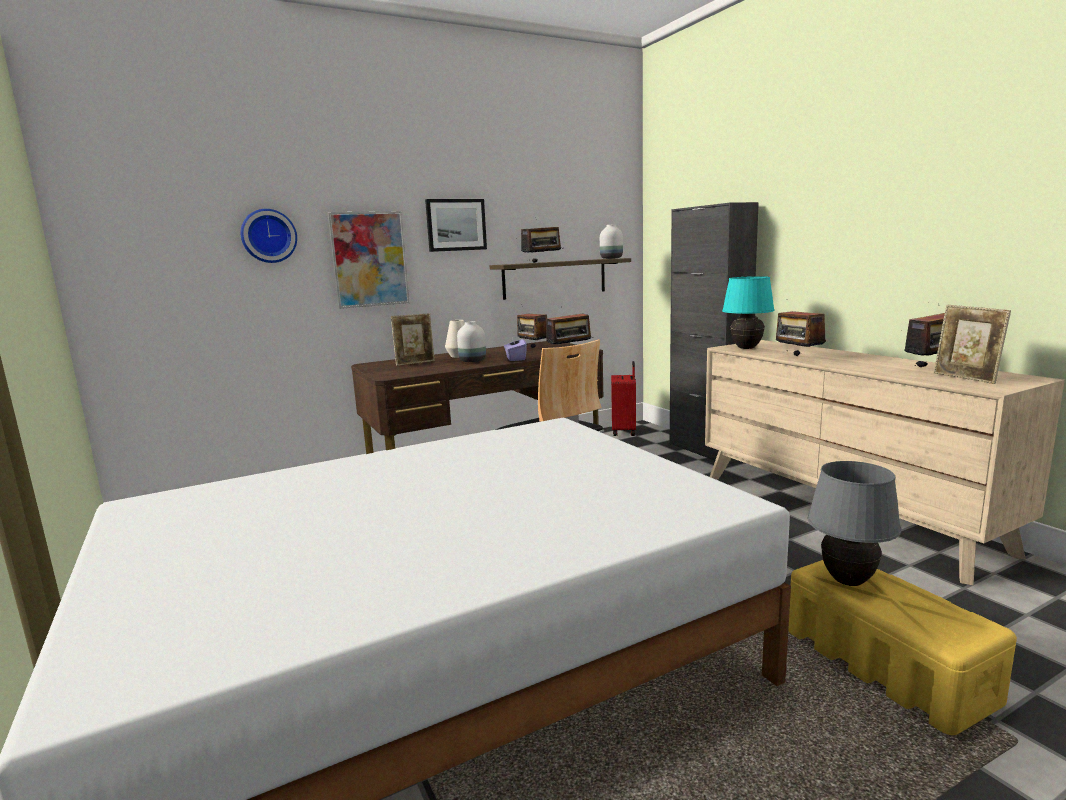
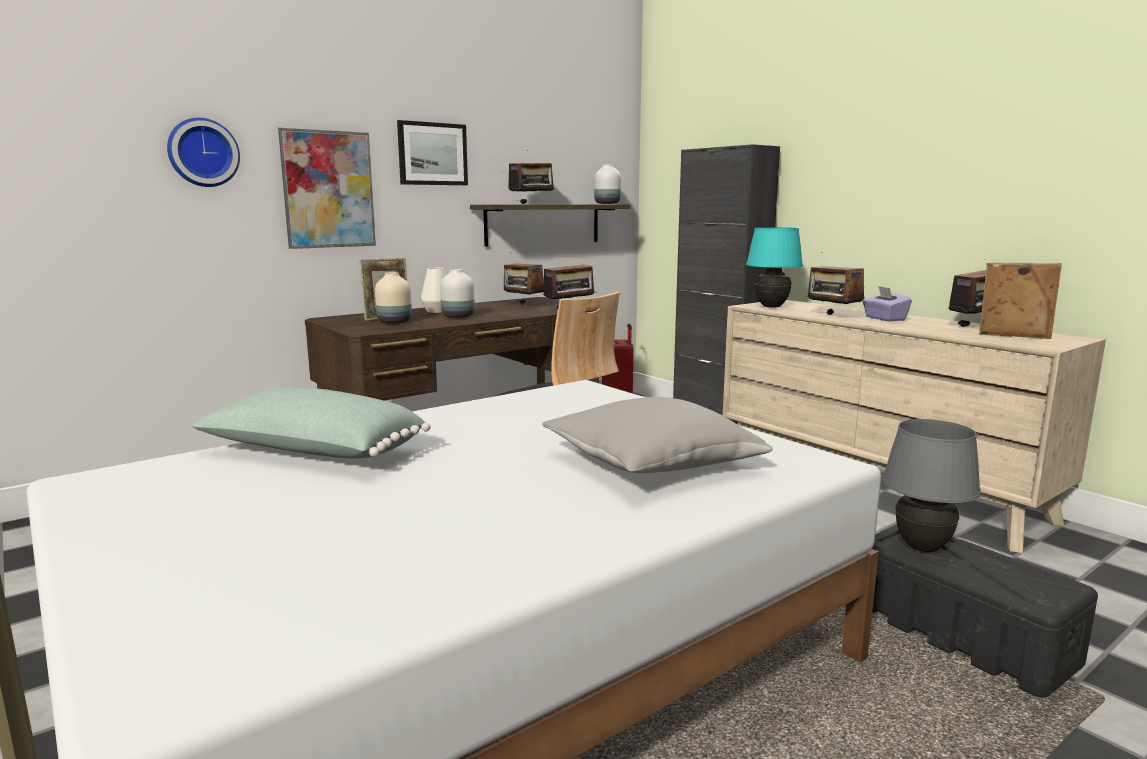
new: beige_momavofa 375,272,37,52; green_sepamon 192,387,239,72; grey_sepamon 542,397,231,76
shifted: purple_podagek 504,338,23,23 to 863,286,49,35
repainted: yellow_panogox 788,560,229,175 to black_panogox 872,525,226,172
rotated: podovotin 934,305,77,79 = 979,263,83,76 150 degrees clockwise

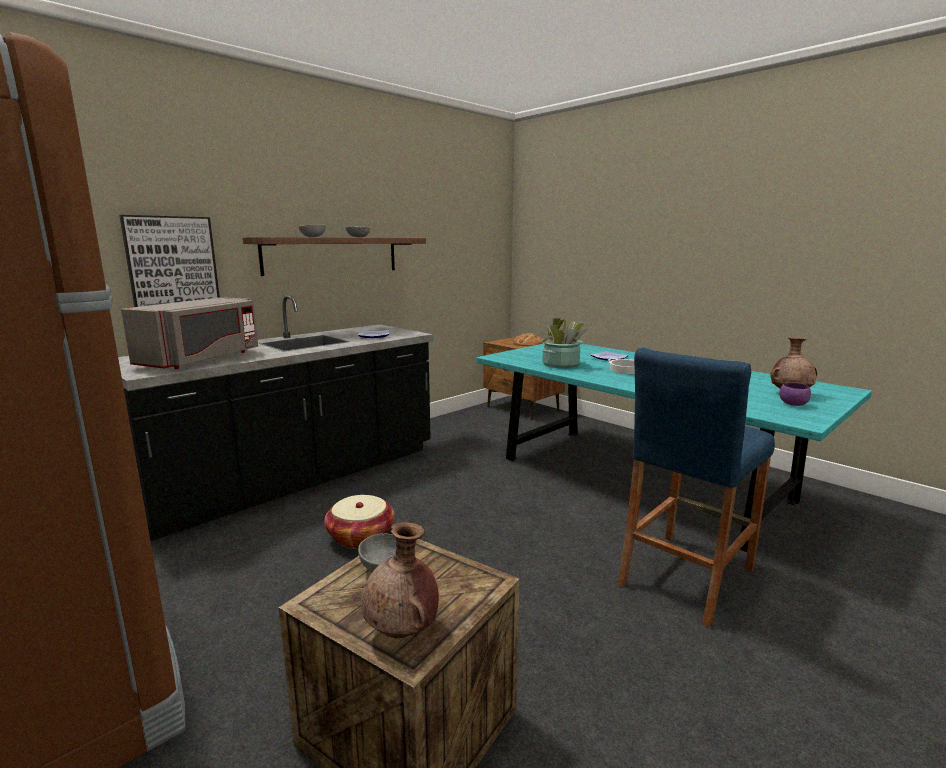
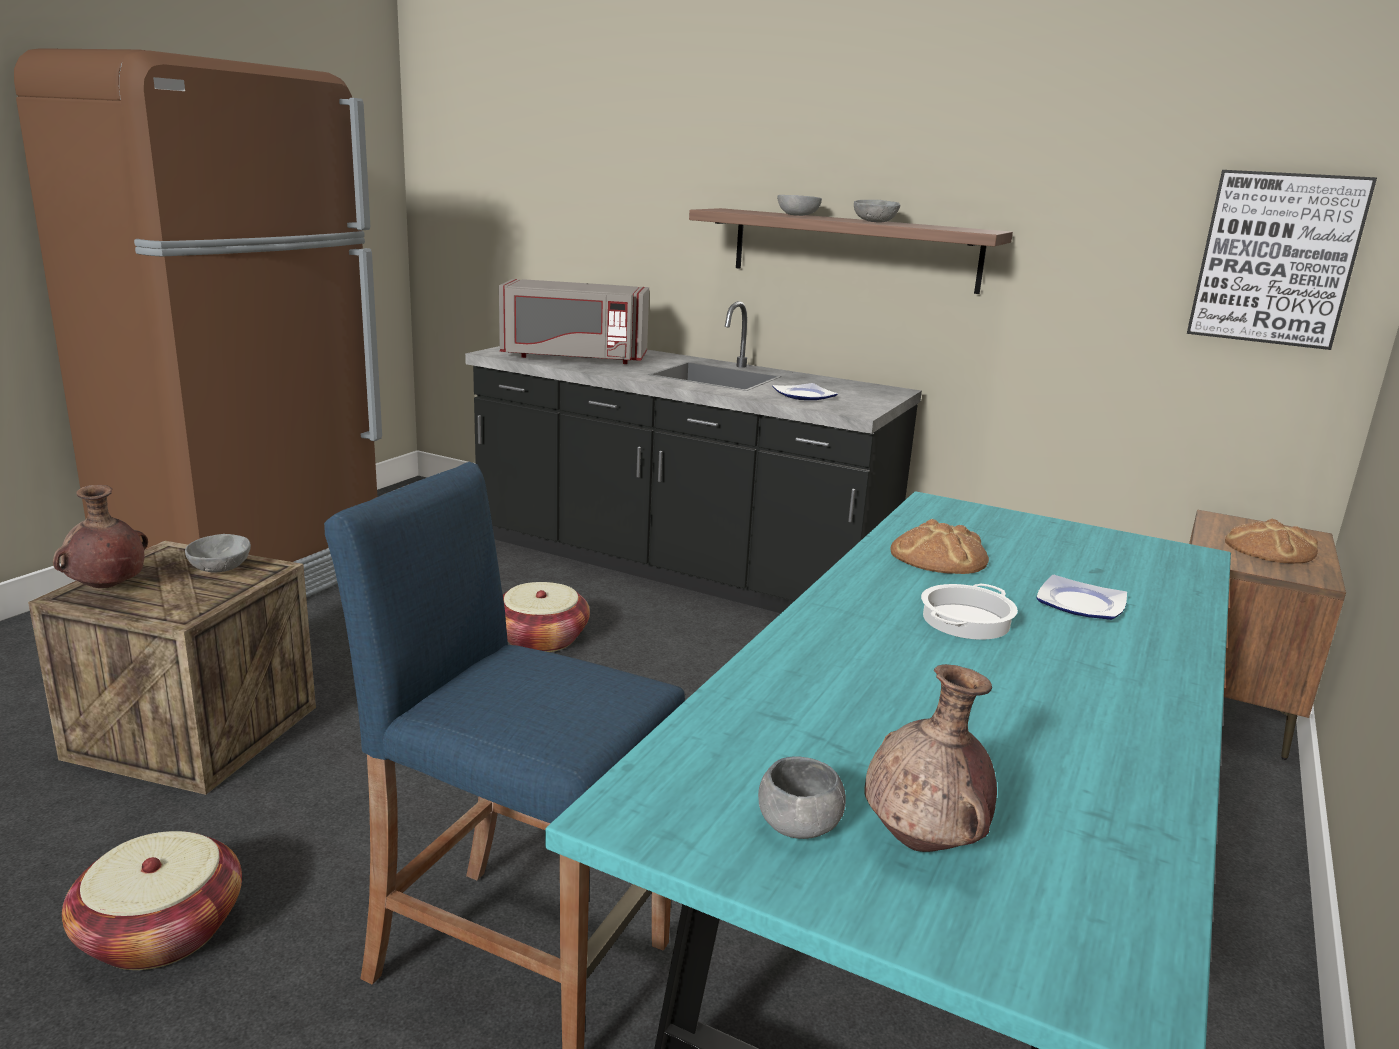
new: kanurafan 62,831,180,139
shifted: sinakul 119,215,101,92 to 1187,170,190,180
swapped: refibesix 541,318,47,50 to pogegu 891,519,98,55
repainted: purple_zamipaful 779,382,32,24 to grey_zamipaful 758,756,88,83

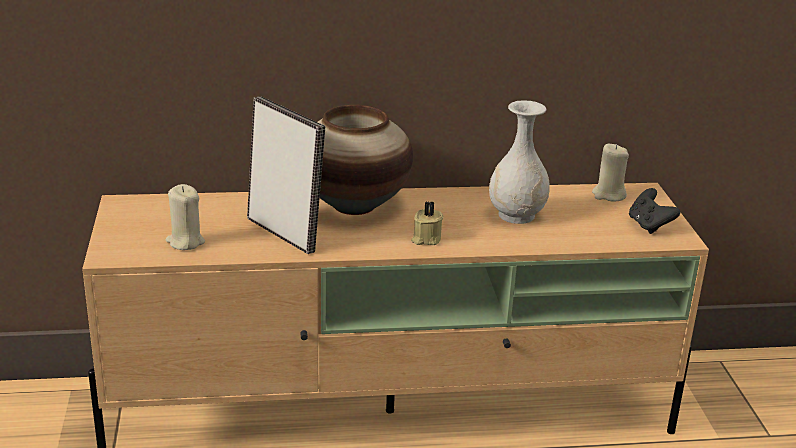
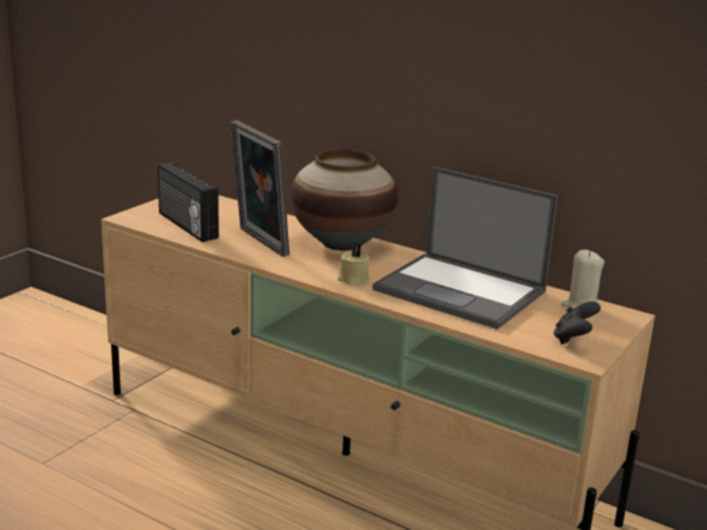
swapped: white_momavofa 489,100,61,124 to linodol 372,167,186,162; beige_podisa 166,184,39,66 to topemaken 158,162,61,80
rotated: podovotin 247,96,78,158 = 230,120,60,137 150 degrees clockwise

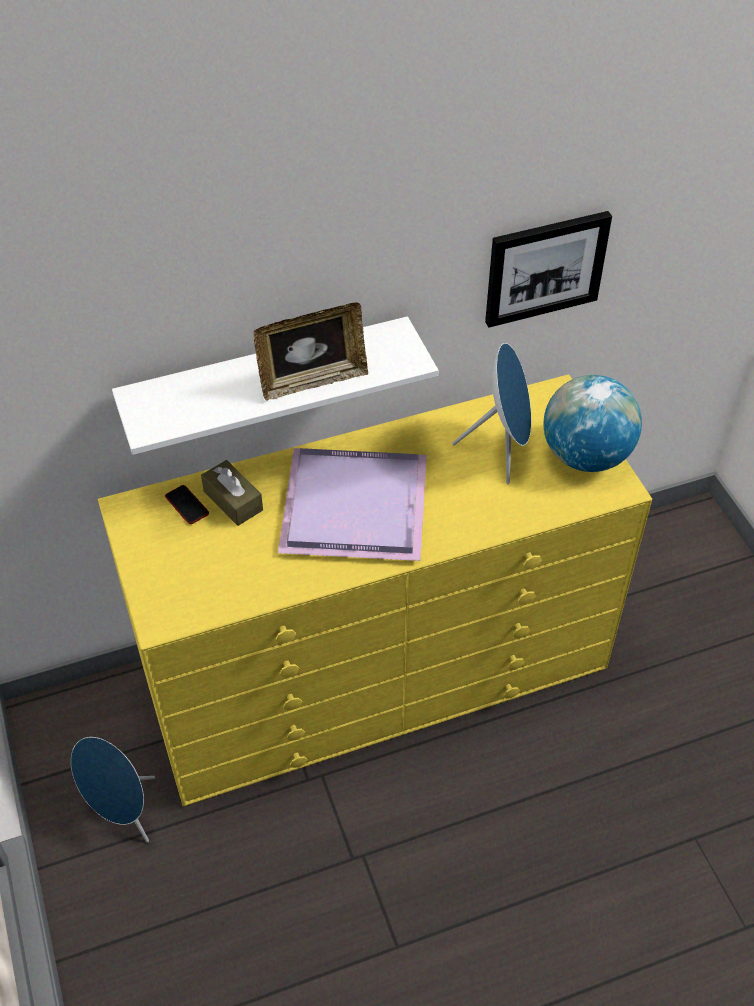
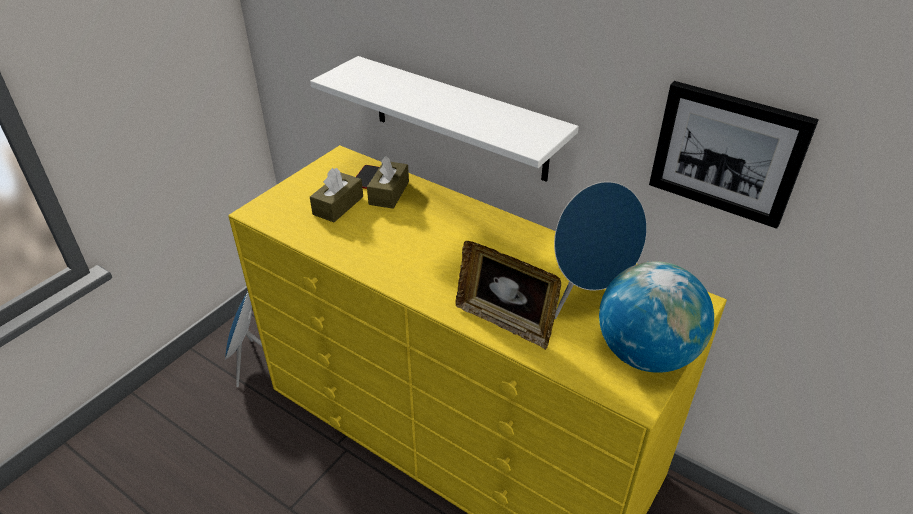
gone: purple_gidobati 278,448,149,113
new: brown_podagek 310,168,53,54
shifted: podovotin 254,303,114,97 to 456,241,105,109

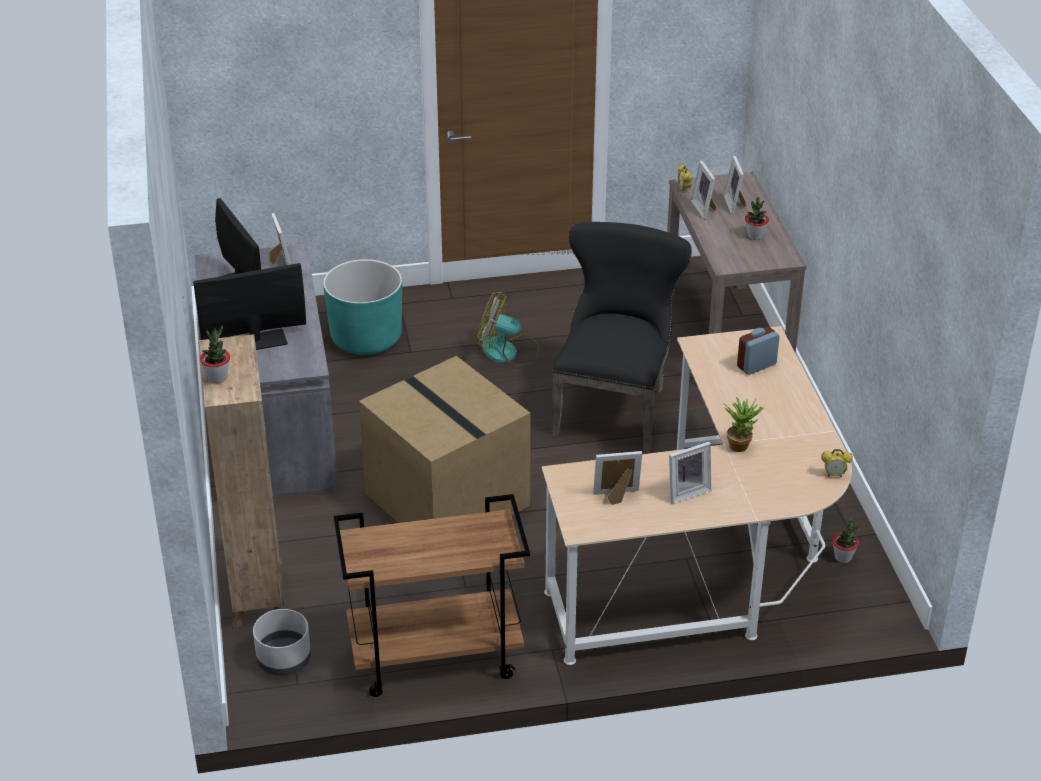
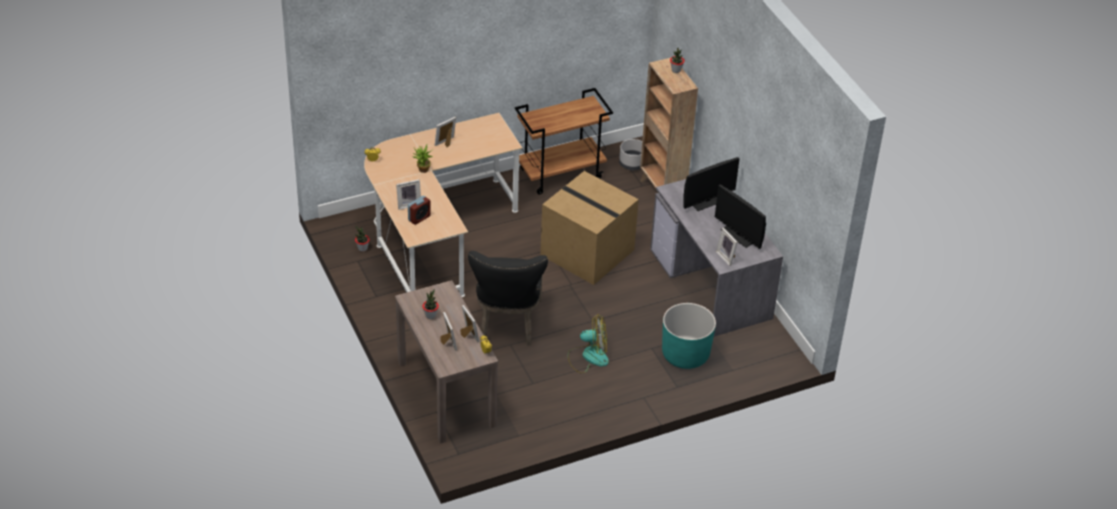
shifted: podovotin 593,451,49,54 to 396,179,25,31

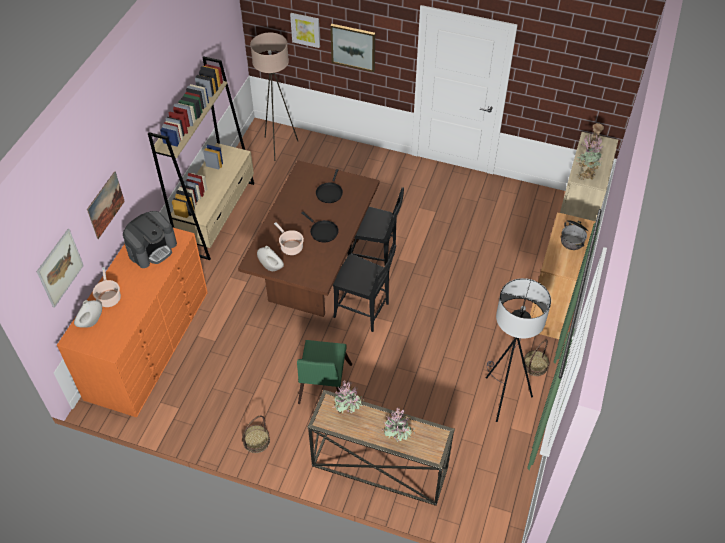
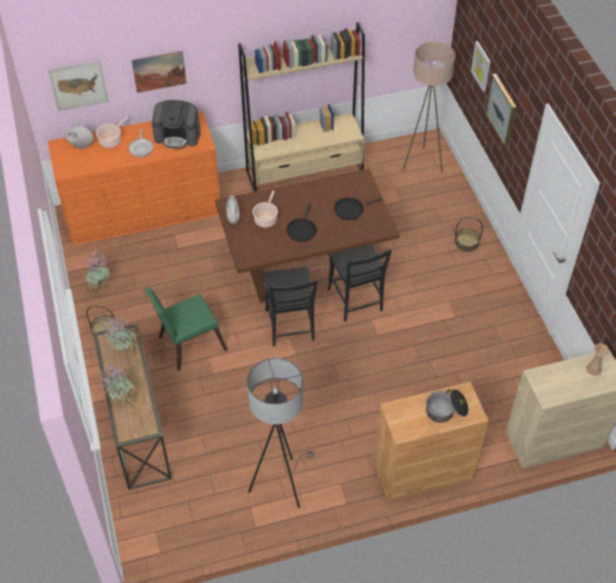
new: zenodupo 128,129,25,28
shifted: refibesix 576,134,26,46 to 81,250,29,45; kanurafan 523,340,26,36 to 455,217,28,35

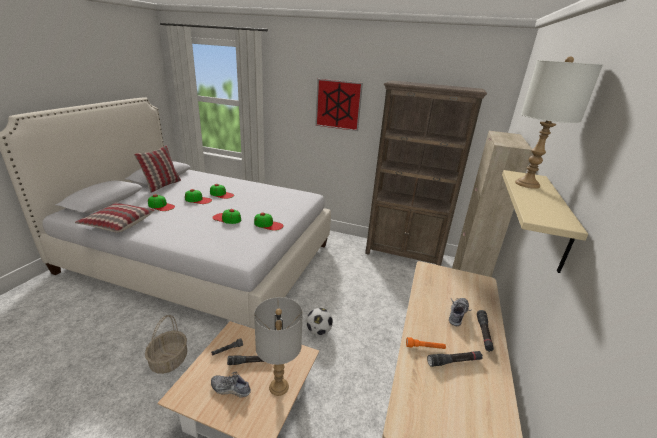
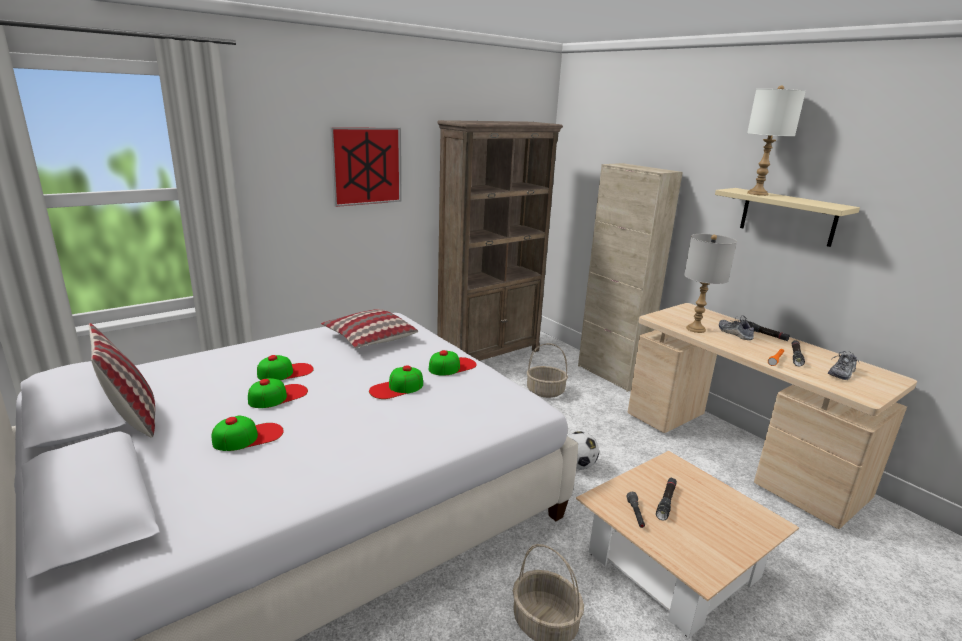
new: kanurafan 527,343,41,55
shifted: sepamon 75,203,80,30 to 321,309,97,39; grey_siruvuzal 254,297,49,99 to 684,234,53,99; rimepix 211,372,40,26 to 828,351,32,29

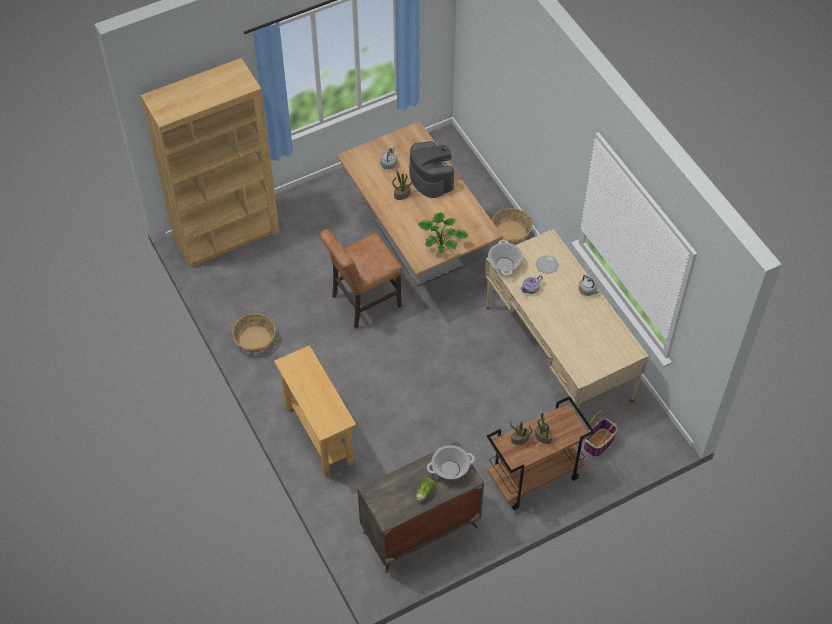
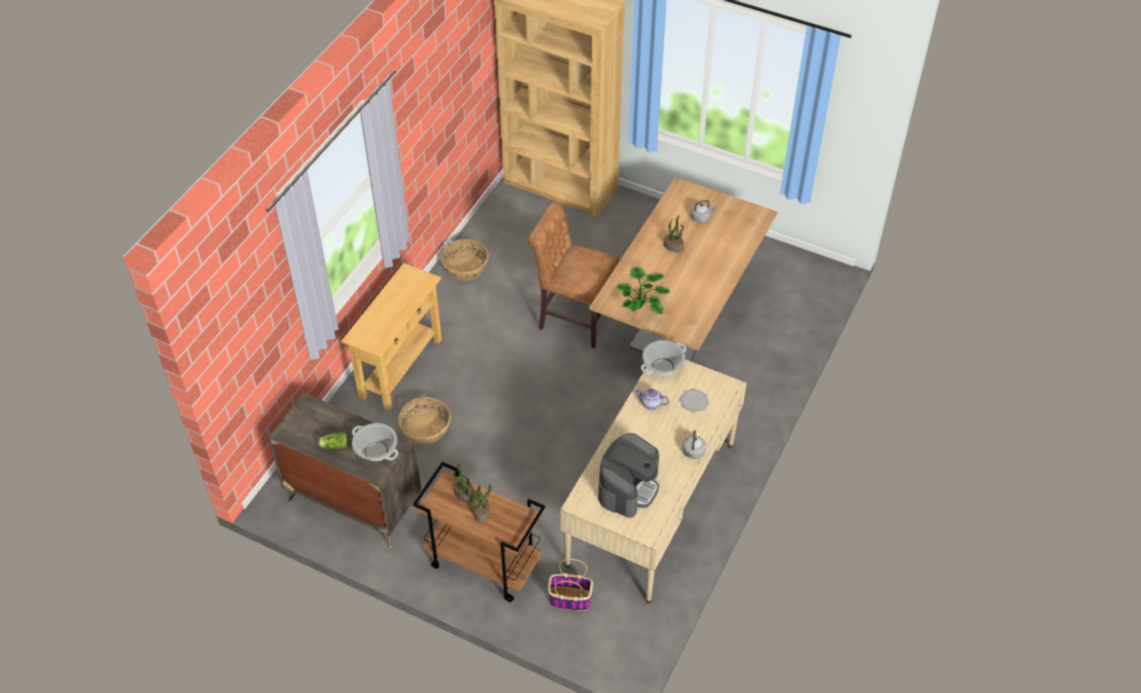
shifted: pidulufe 409,141,45,57 to 598,433,61,85; kanurafan 492,208,40,37 to 398,397,53,47

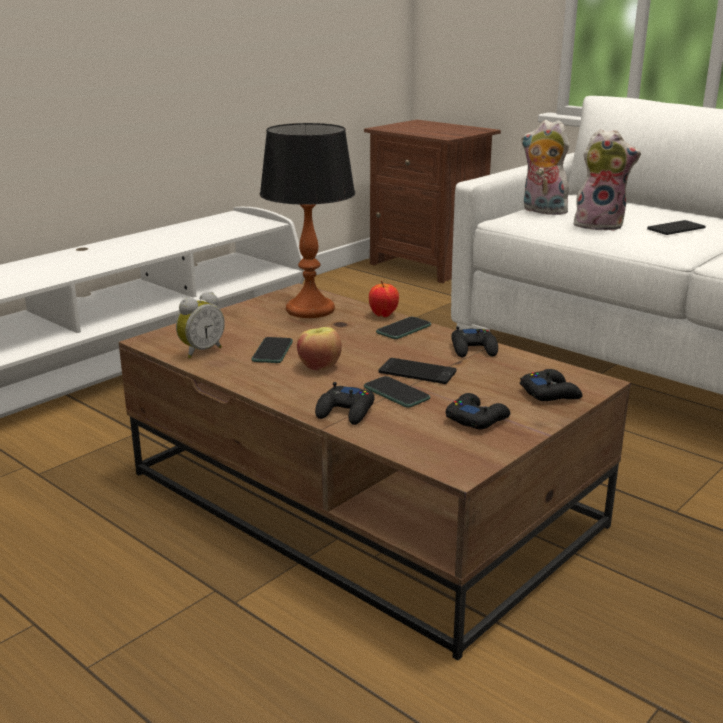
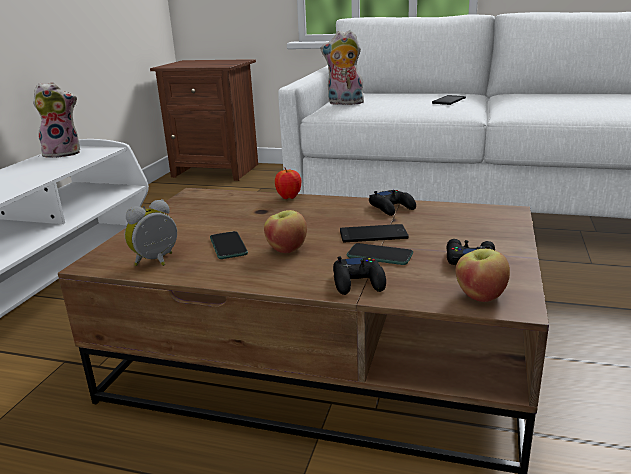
gone: siruvuzal 260,123,95,195; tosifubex 376,317,55,22; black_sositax 520,369,62,32
new: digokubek 456,249,54,53
shifted: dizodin 574,129,67,102 to 33,82,47,76
rotated: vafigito 176,292,49,67 = 125,199,52,67 150 degrees counterclockwise

